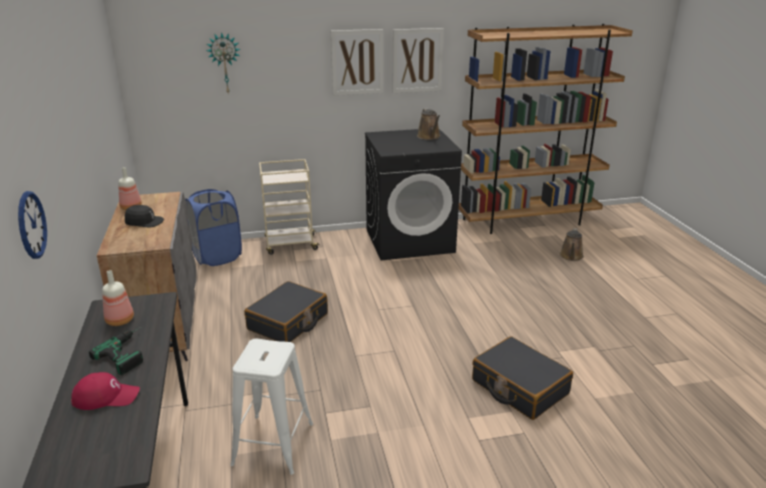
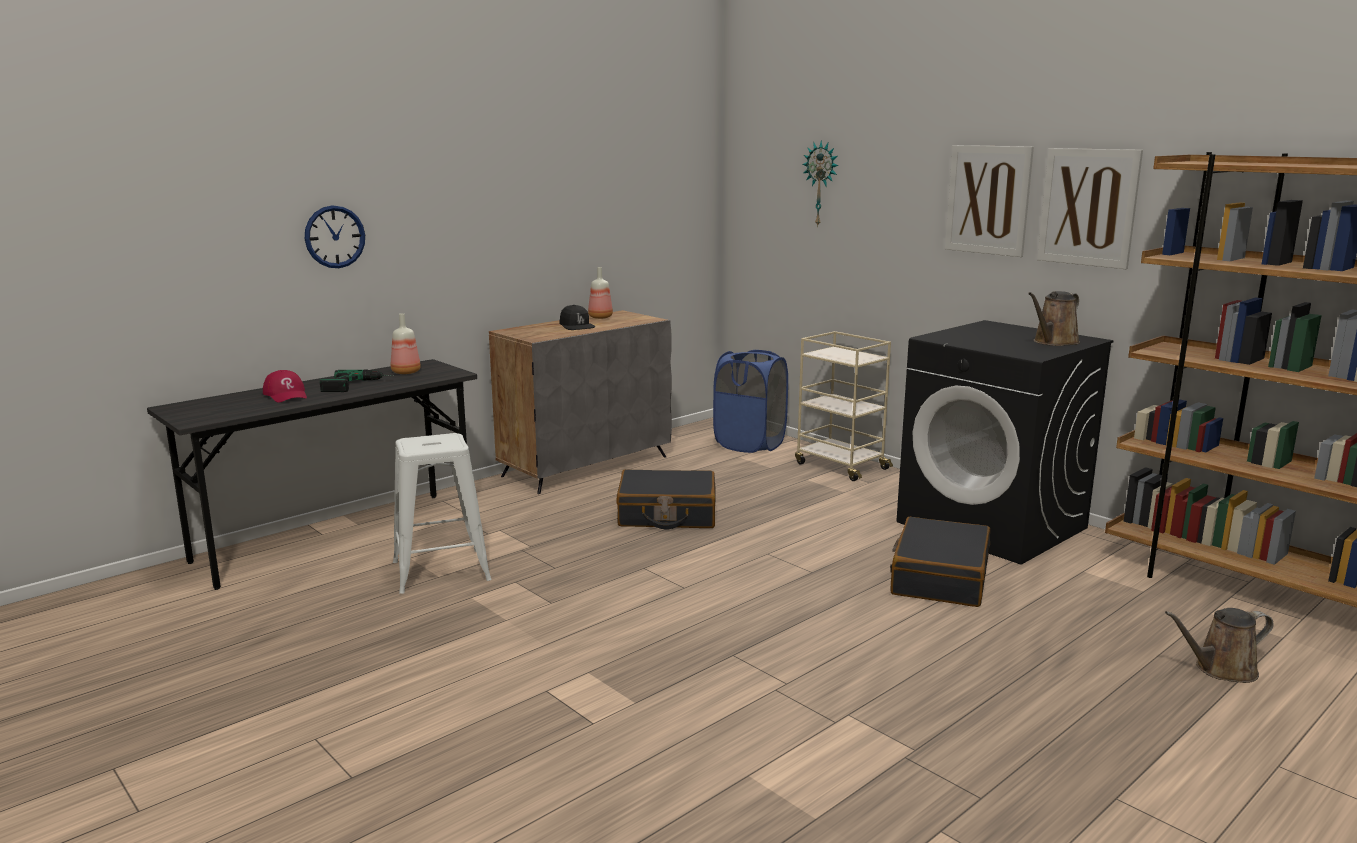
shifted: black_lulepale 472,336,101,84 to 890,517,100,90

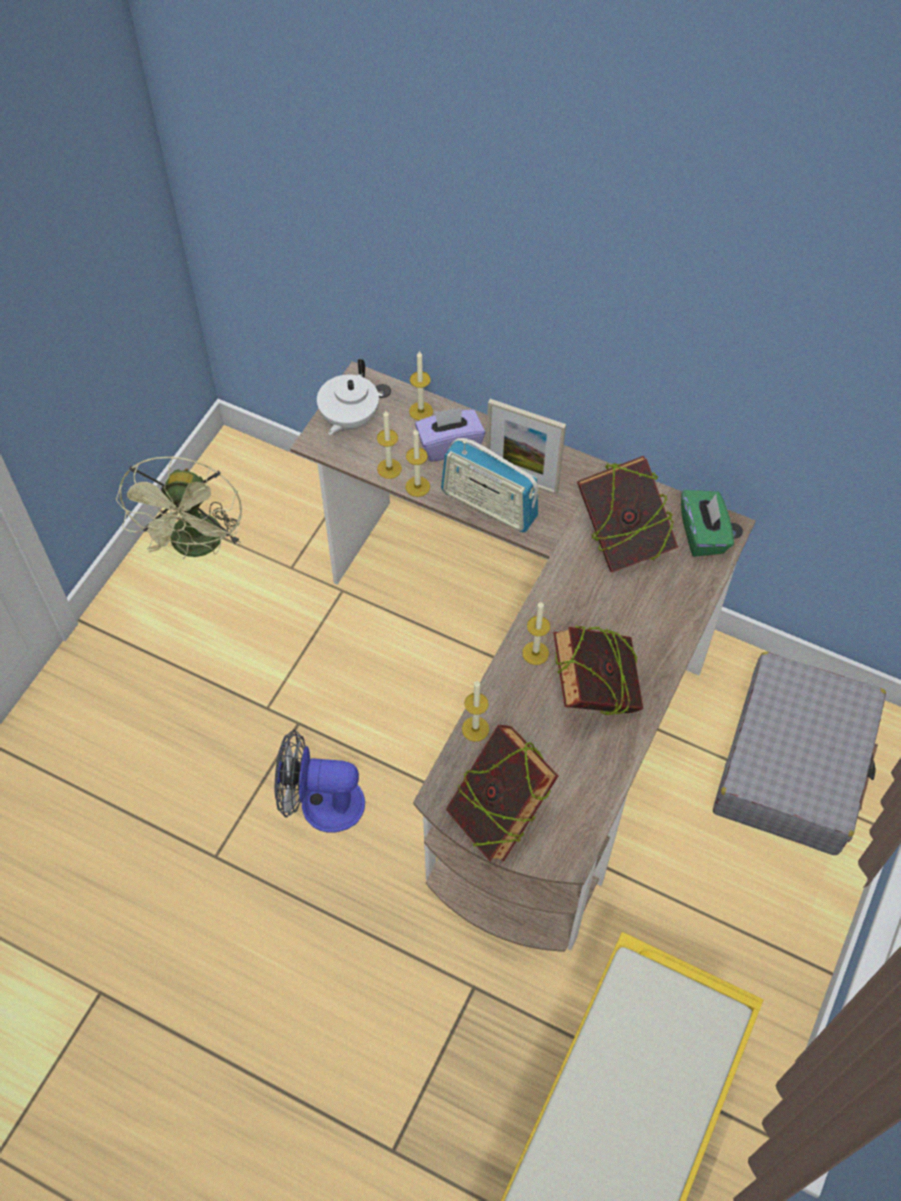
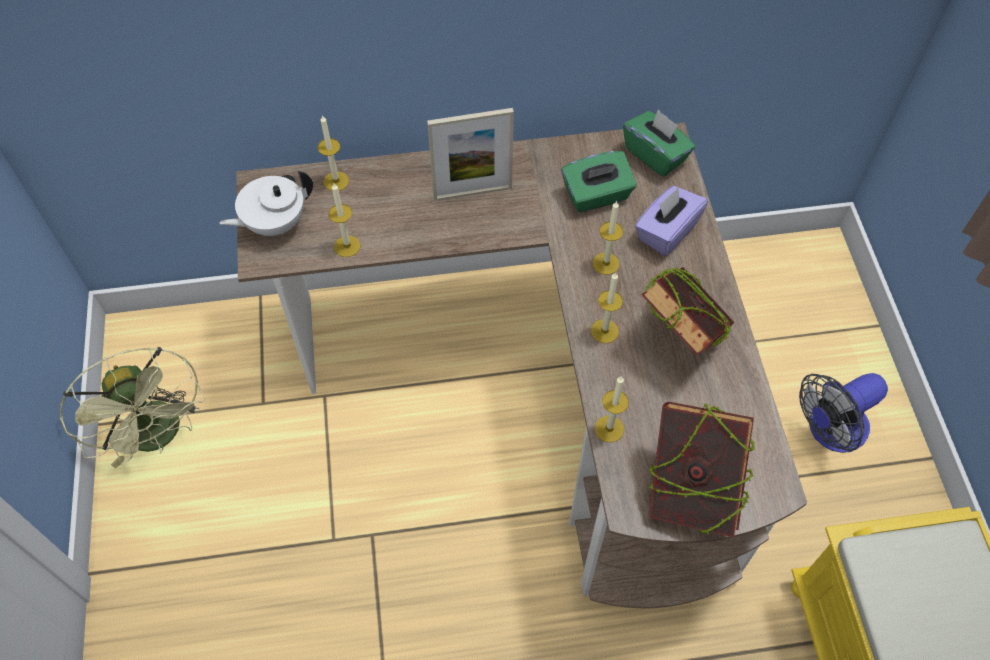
gone: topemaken 441,438,97,94; grey_lulepale 713,652,173,203
shifted: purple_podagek 415,407,70,55 to 635,186,73,70; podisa 405,429,25,68 to 593,201,30,74; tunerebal 275,729,90,104 to 799,373,89,80
swapped: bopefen 577,456,101,116 to green_podagek 561,151,76,62
rotated: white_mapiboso 317,359,62,76 = 219,171,94,65 75 degrees clockwise

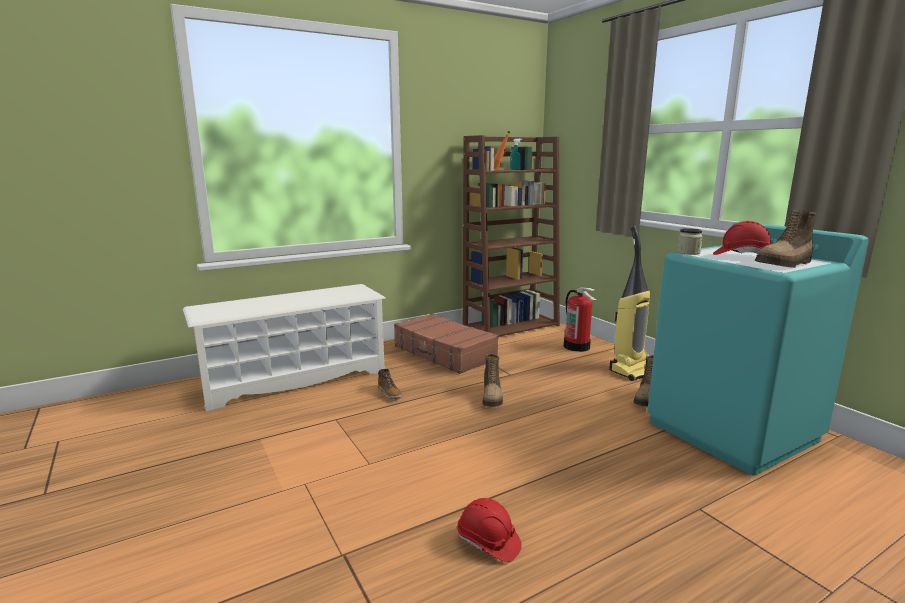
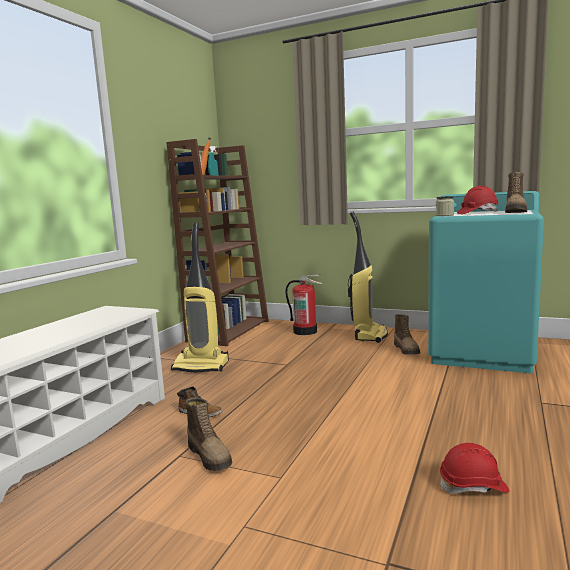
shifted: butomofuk 482,353,21,54 to 185,398,47,73
swapped: brown_lulepale 394,313,105,61 to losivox 171,223,58,150

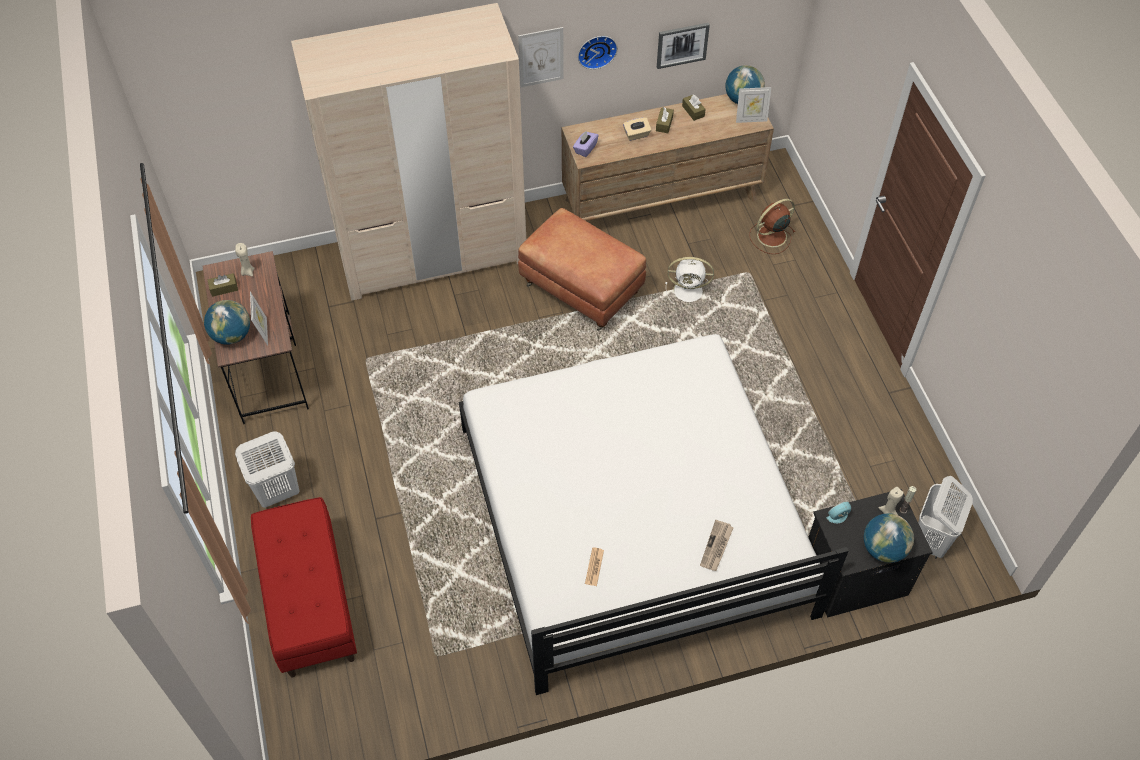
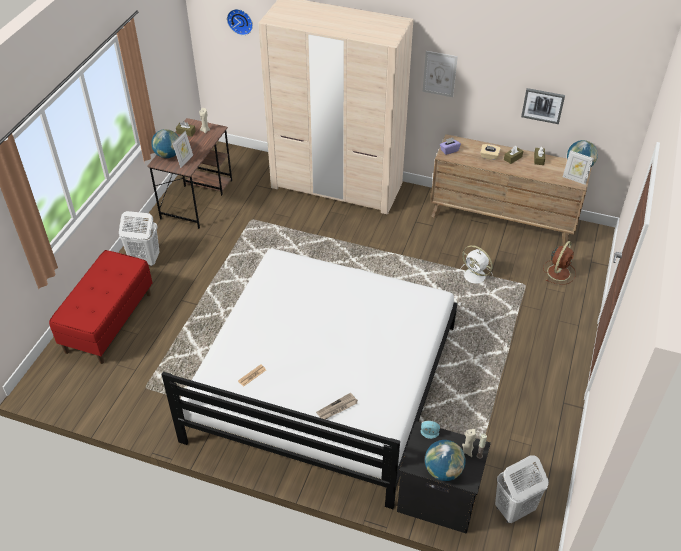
gone: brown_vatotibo 518,208,128,122
shifted: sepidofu 578,36,40,33 to 227,9,26,26
rotated: brown_tunerebal 749,199,46,55 = 543,241,33,44 120 degrees clockwise

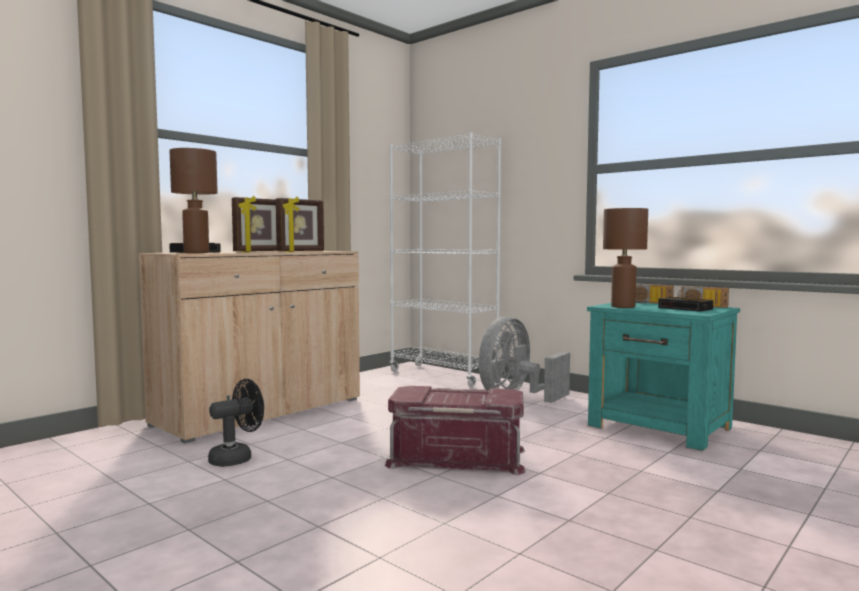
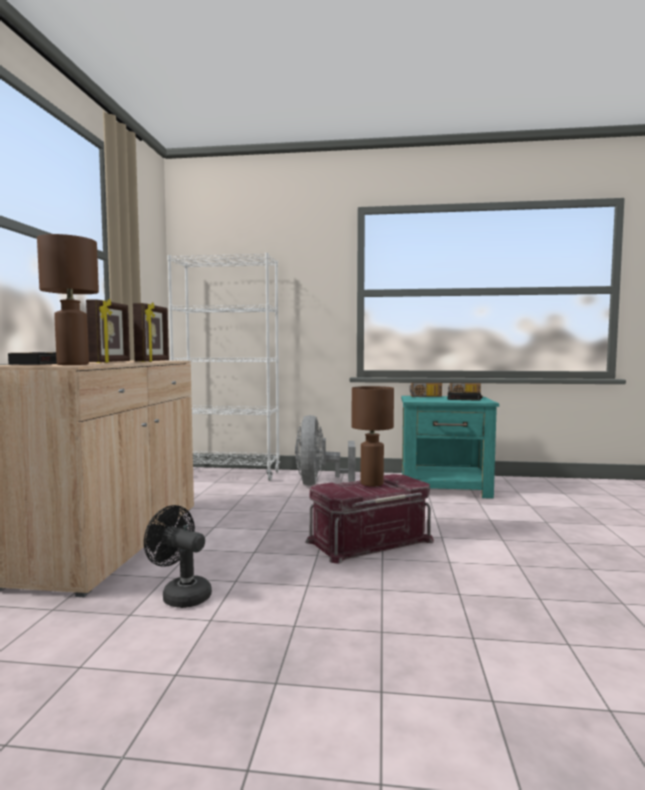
shifted: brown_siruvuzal 603,208,45,100 to 352,386,42,101
rotated: black_tunerebal 208,379,56,88 = 144,505,68,103 75 degrees counterclockwise

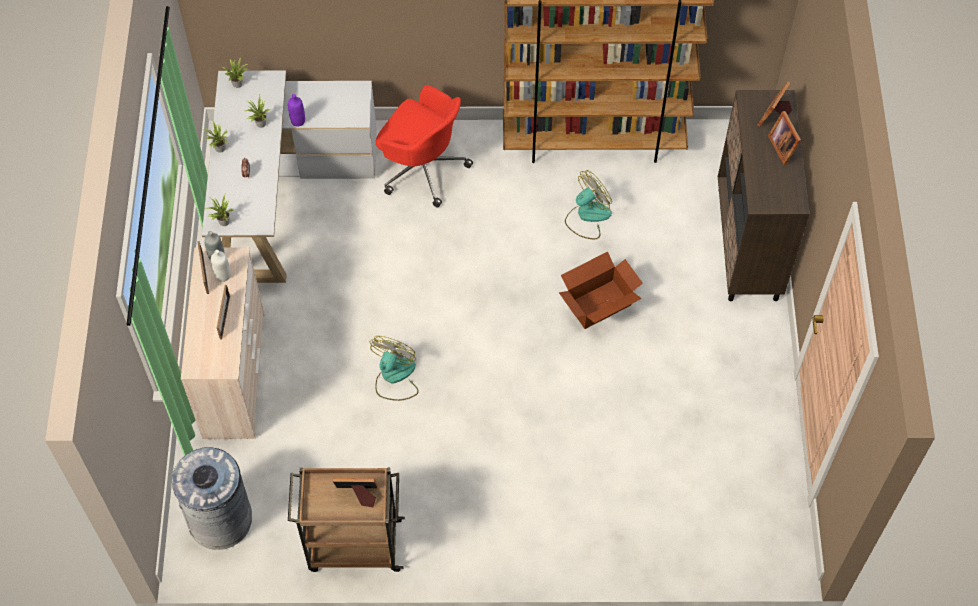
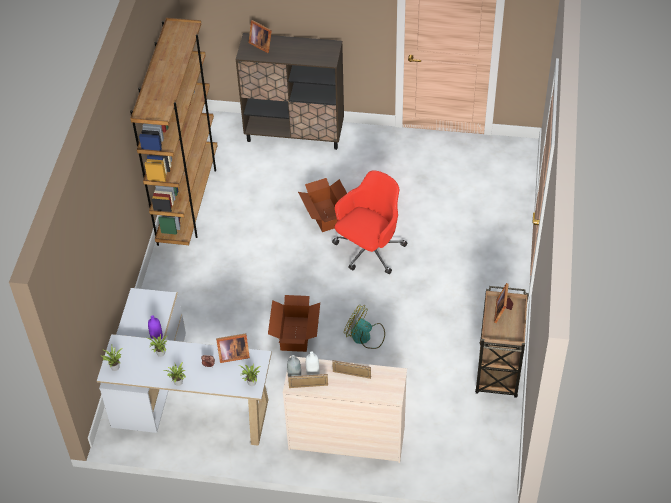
gone: tunerebal 565,170,47,69; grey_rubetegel 172,447,80,103
new: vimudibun 268,295,52,57
shifted: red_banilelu 375,85,98,122 to 332,170,75,104; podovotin 768,111,33,54 to 216,334,34,29

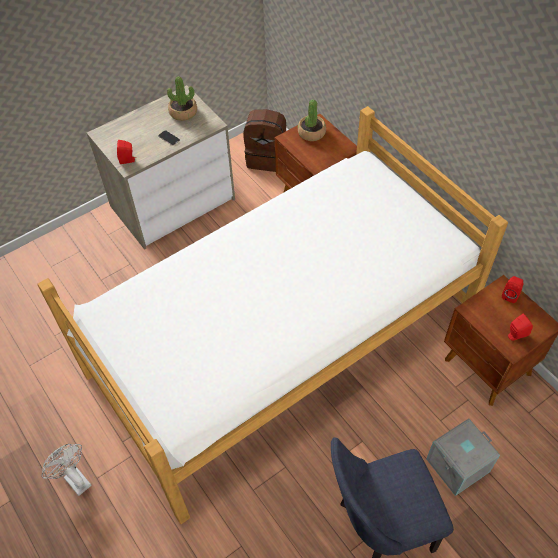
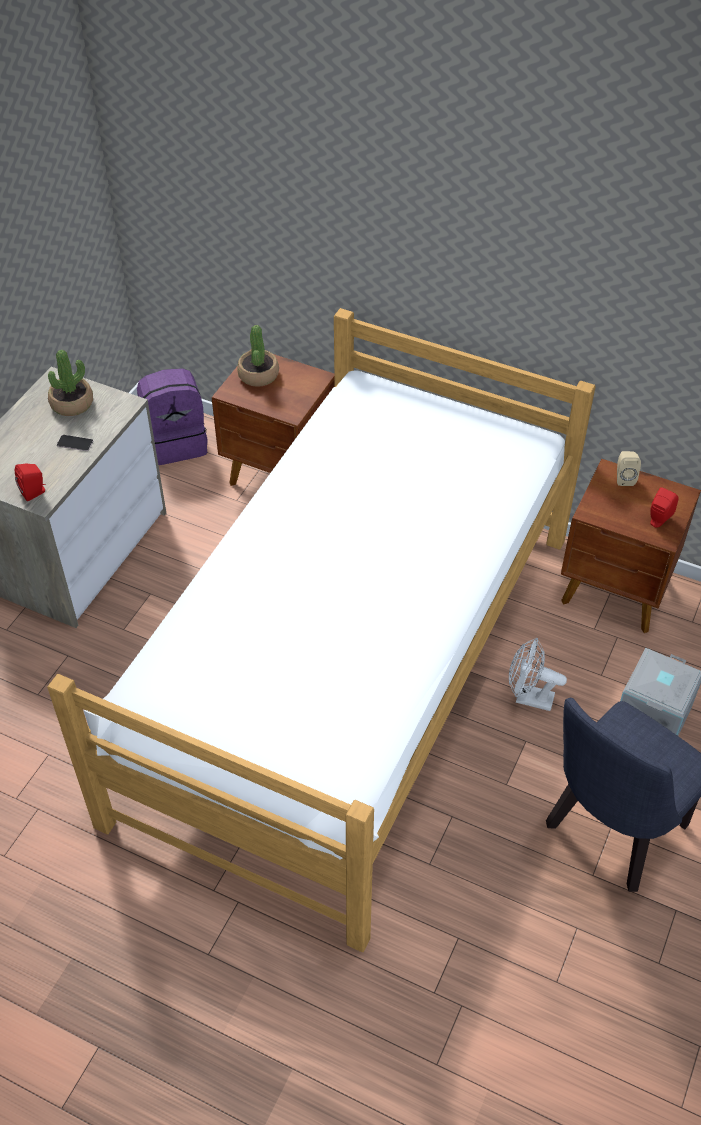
shifted: white_tunerebal 42,444,49,52 to 509,638,58,73
repainted: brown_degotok 243,109,43,63 to purple_degotok 137,368,71,97; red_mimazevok 502,276,22,27 to beige_mimazevok 617,451,24,35

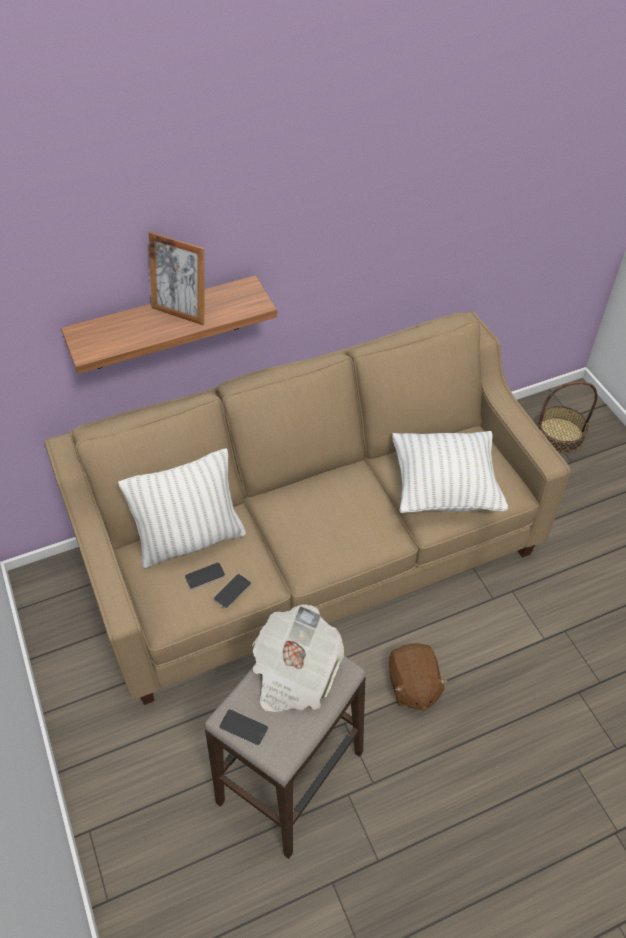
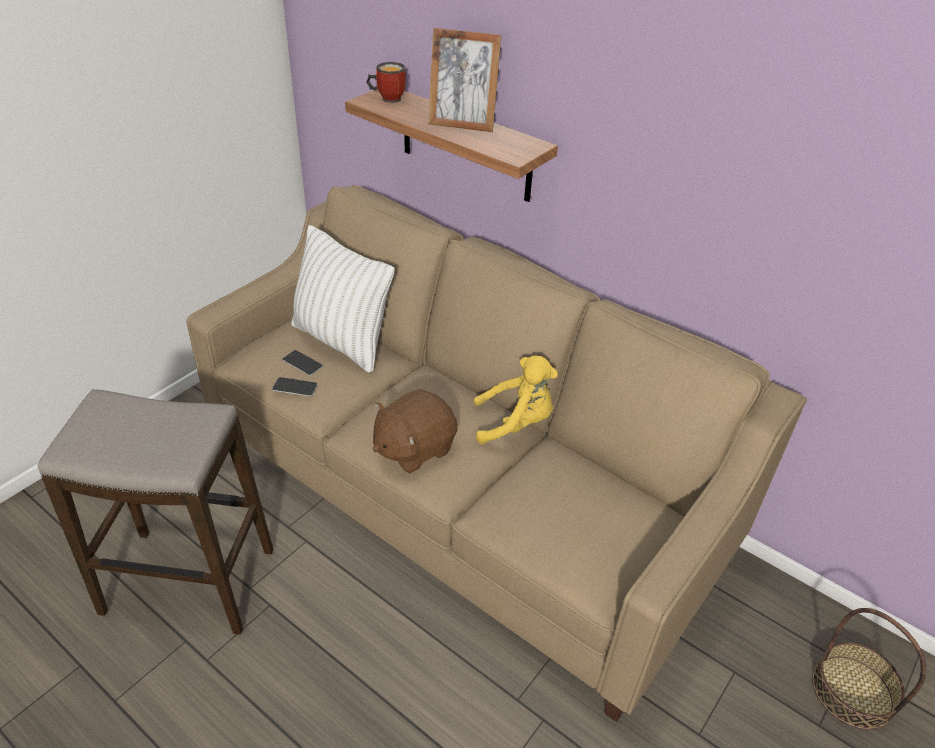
gone: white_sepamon 392,431,116,82; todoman 252,604,92,108; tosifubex 219,709,50,37
new: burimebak 366,62,40,41; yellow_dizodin 474,356,84,88
shifted: brown_dizodin 388,643,61,69 to 373,389,85,84
rotated: podovotin 149,232,56,93 = 428,28,74,104 75 degrees counterclockwise

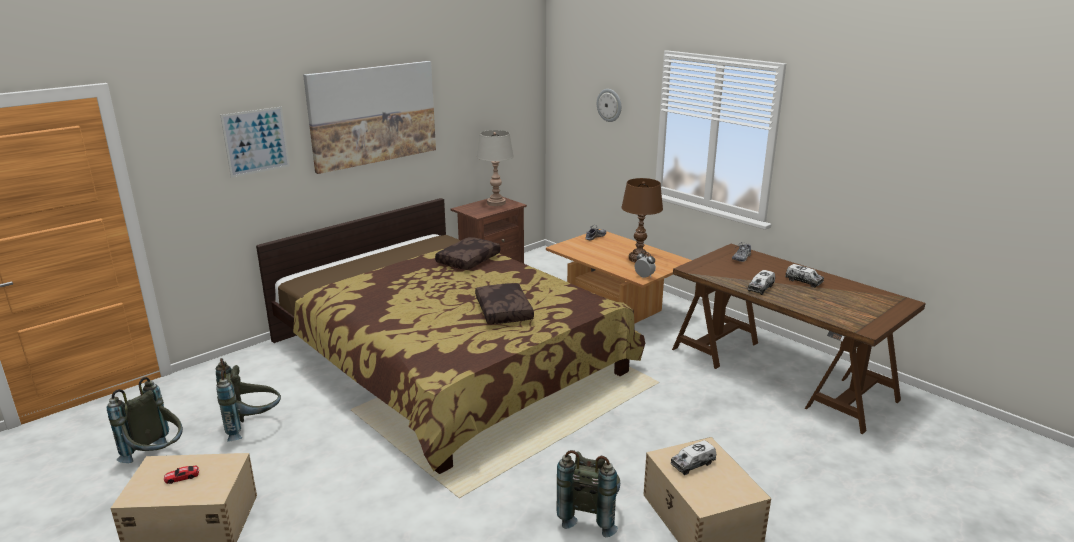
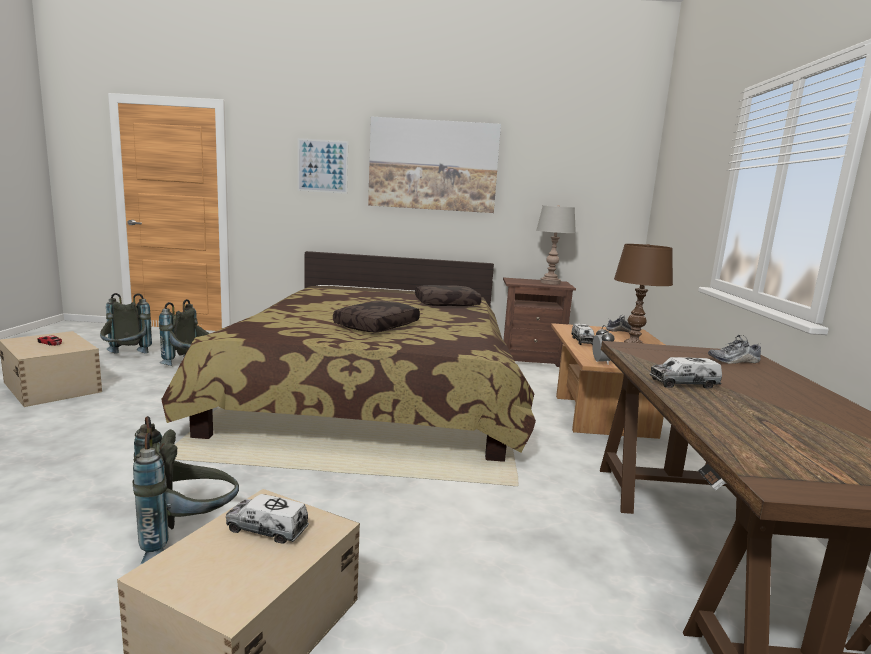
gone: sepidofu 597,89,24,33
shifted: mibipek 785,264,39,24 to 571,323,24,22

